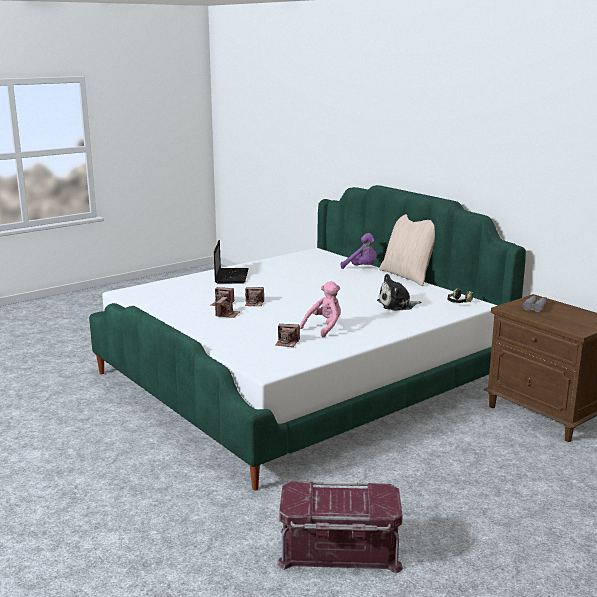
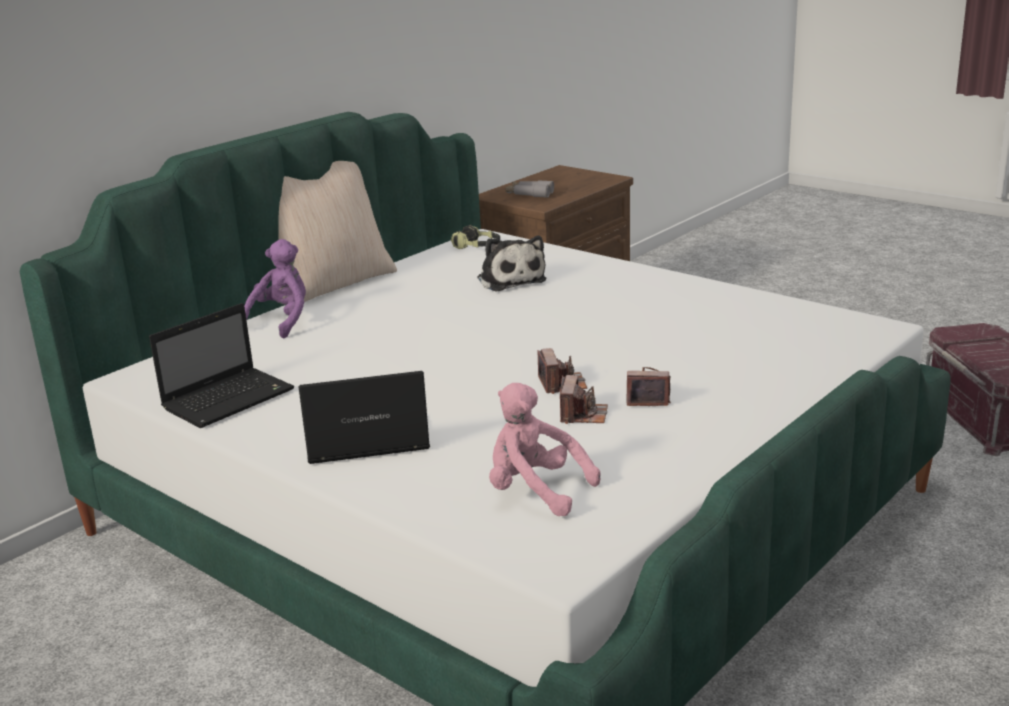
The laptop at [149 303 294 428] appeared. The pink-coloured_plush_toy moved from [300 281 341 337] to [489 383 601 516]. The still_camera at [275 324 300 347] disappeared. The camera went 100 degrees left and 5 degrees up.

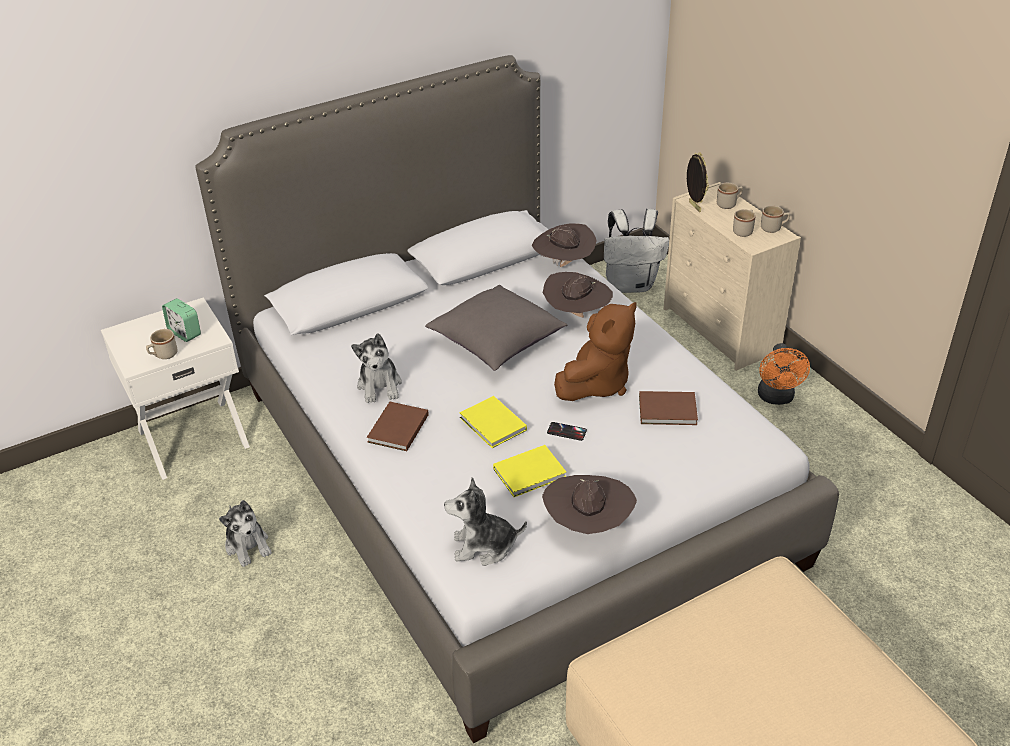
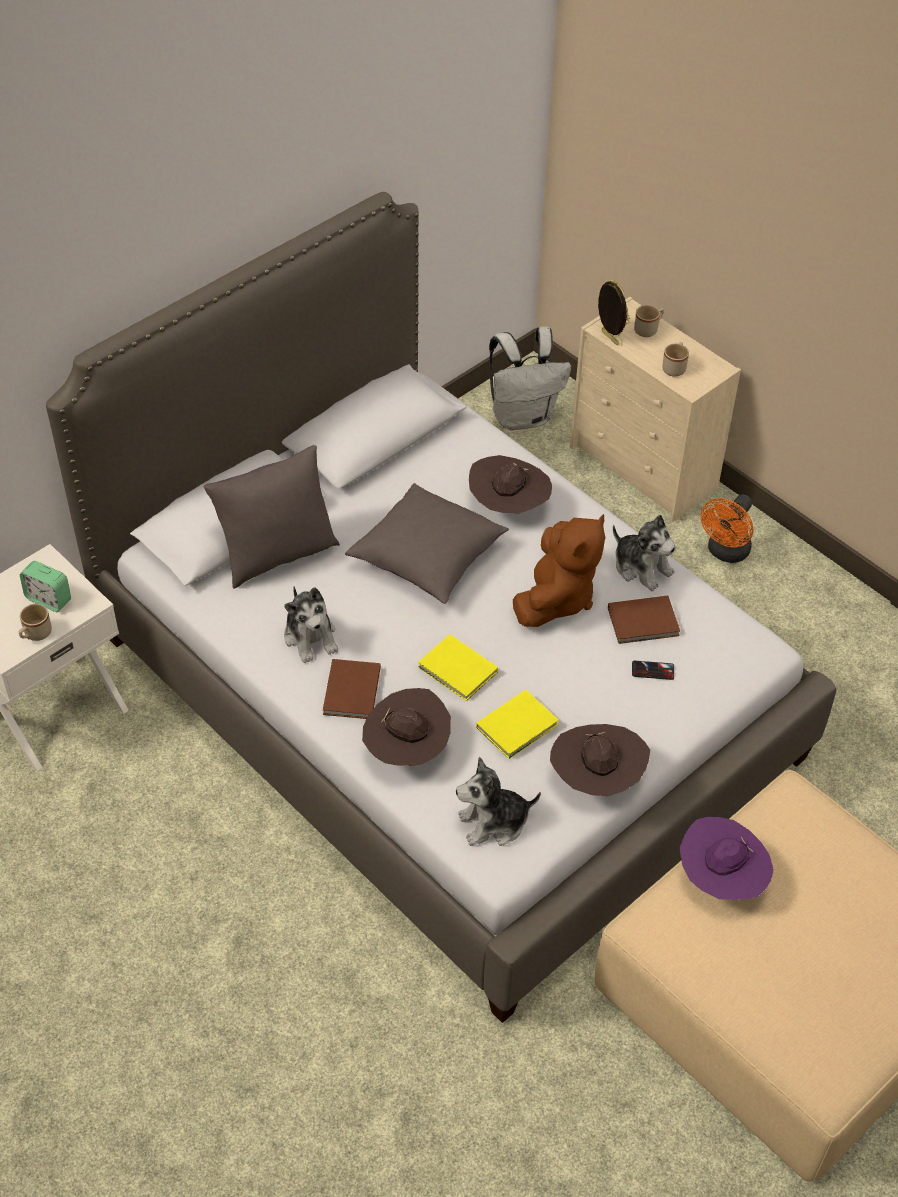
The greyish_pillow at [204 445 340 589] appeared. The brown_hat moved from [532 224 597 267] to [362 688 451 766]. The plush_toy moved from [219 500 272 567] to [613 515 676 591]. The phone moved from [547 422 587 441] to [632 661 674 680]. The purple-coloured_hat at [679 817 774 900] appeared. The orangey_electric_fan at [758 343 810 405] turned 45 degrees clockwise. The sand-coloured_mug at [761 205 790 233] disappeared. The camera went 15 degrees left and 10 degrees up.

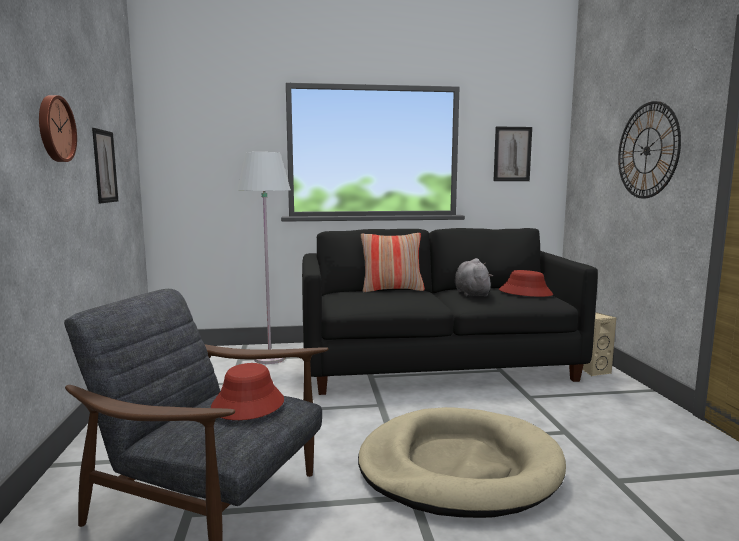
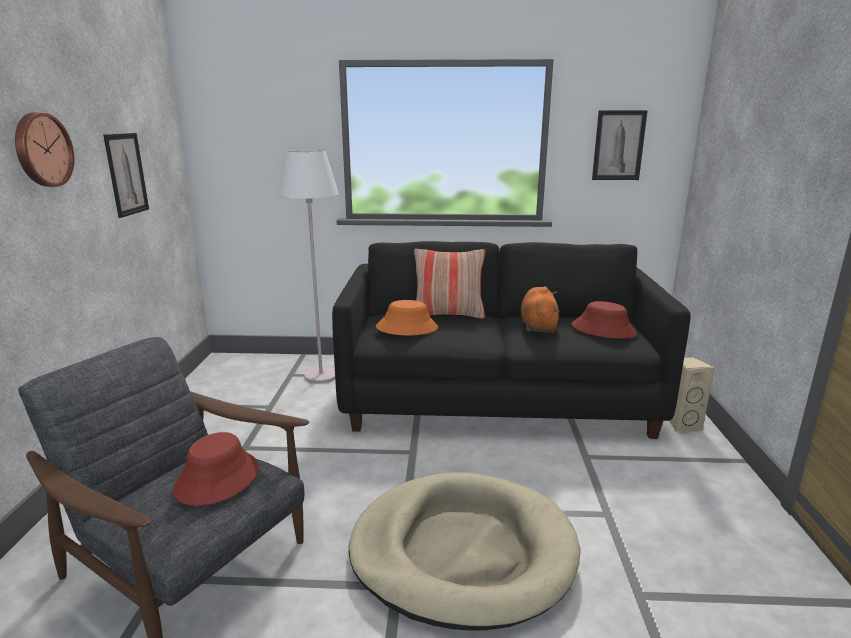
The orangey_hat at [376 300 438 335] appeared. The greyish_plush_toy at [455 258 493 297] became the orangey_plush_toy at [520 287 560 333]. The clock_on_the_wall at [618 101 681 199] disappeared. The camera went 10 degrees right and 10 degrees up.

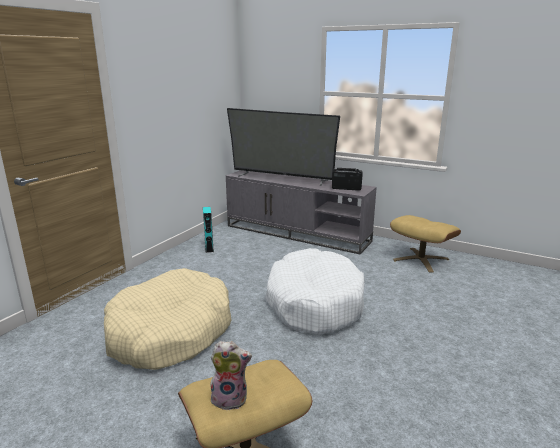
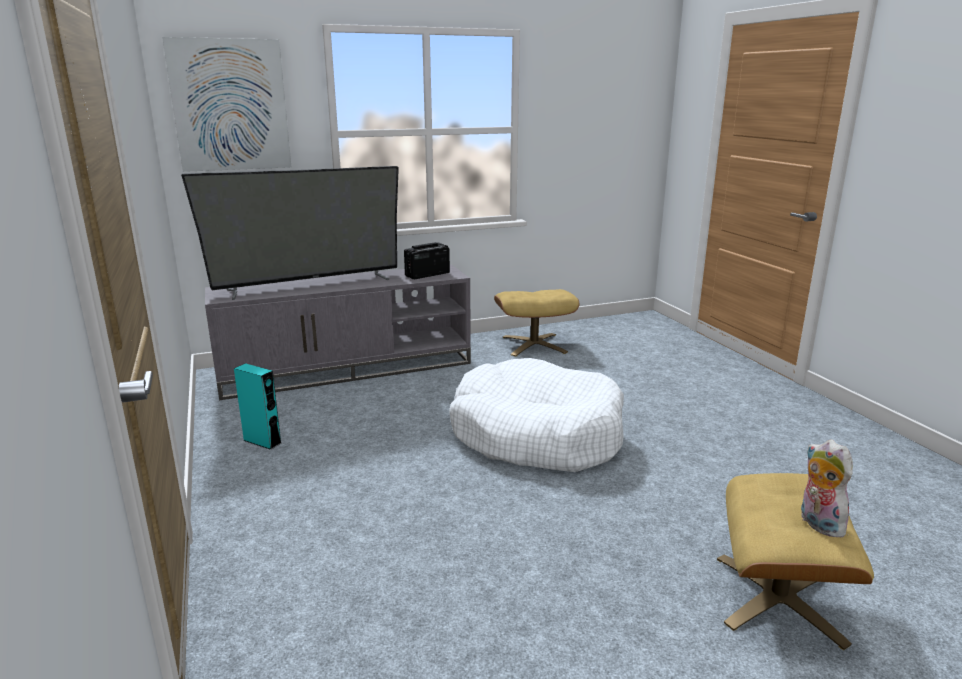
The wall_art at [162 37 291 172] appeared. The plush_toy at [209 341 252 410] turned 60 degrees counterclockwise. The sand-coloured_dog_cushion at [104 268 232 370] disappeared. The camera went 50 degrees left and 0 degrees up.

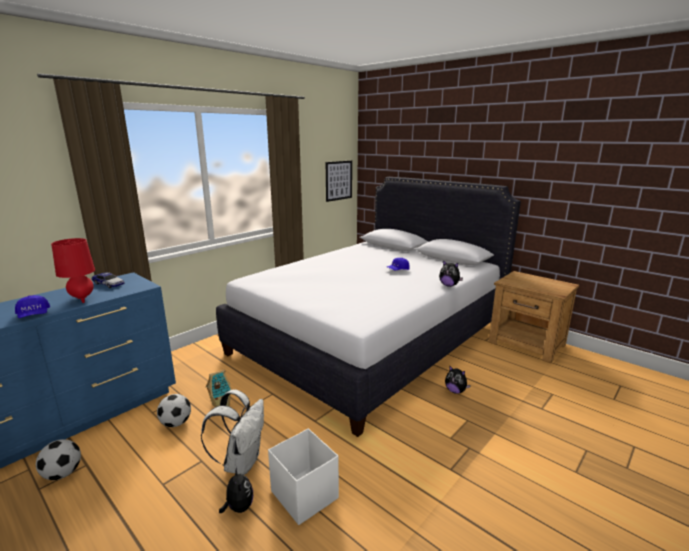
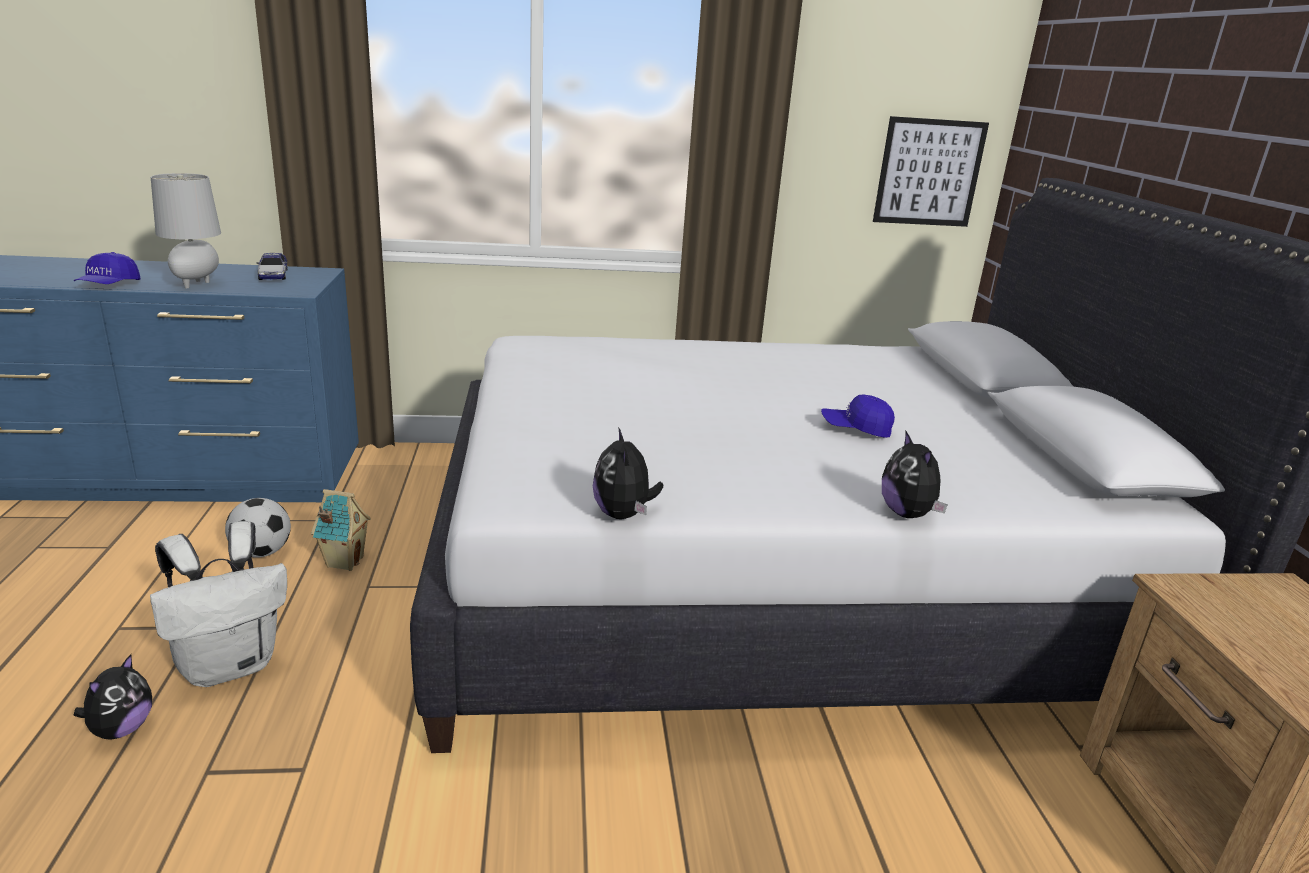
The reddish_table_lamp at [51 238 95 303] became the greyish_table_lamp at [151 173 221 288]. The plush_toy moved from [445 365 471 394] to [593 427 663 519]. The ball_for_football at [36 439 81 480] disappeared. The white_storage_box at [268 428 339 525] disappeared. The camera went 40 degrees right and 5 degrees up.

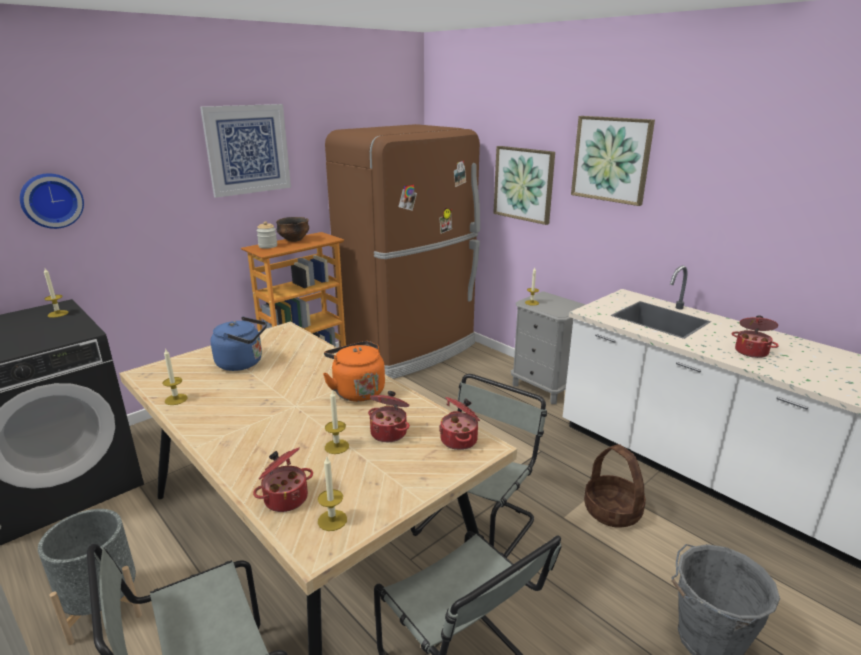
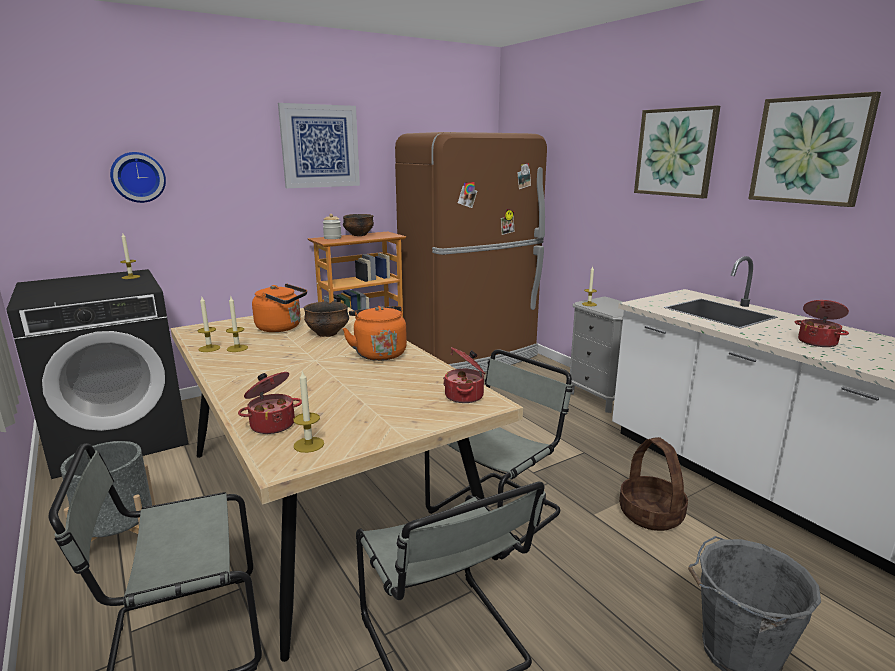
The candle moved from [325 390 349 454] to [226 297 248 352]. The bluish_kettle at [211 317 267 371] became the orangey_kettle at [252 283 307 332]. The serving_bowl at [303 301 349 337] appeared. The wall_art moved from [493 146 555 225] to [748 92 881 207]. The cooking_pot at [368 391 410 442] disappeared. The camera went 10 degrees right and 5 degrees down.

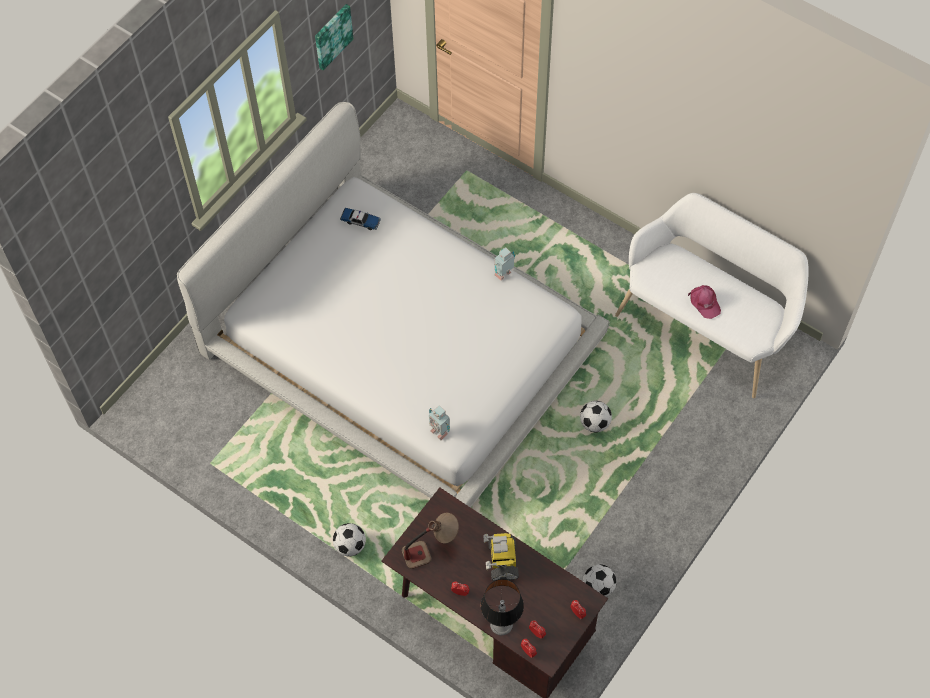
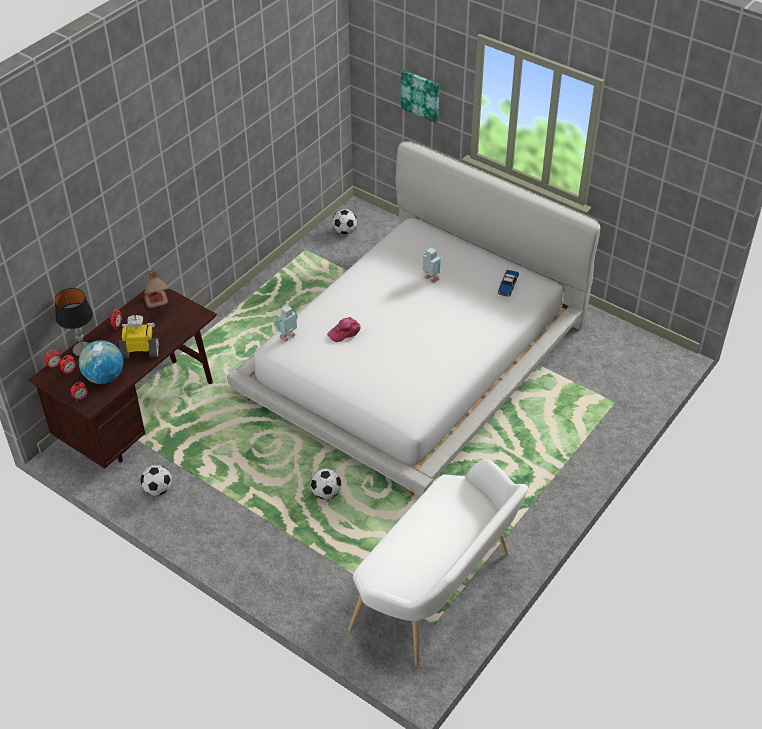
The desk_globe at [79 340 123 384] appeared. The pink-coloured_baseball_cap moved from [688 285 721 319] to [327 317 361 342]. The ball_for_football moved from [333 523 366 556] to [332 209 357 234]. The wall_art moved from [315 4 353 70] to [401 70 439 123]. The model_robot moved from [494 247 515 281] to [423 247 441 283]. The camera went 90 degrees right and 15 degrees down.

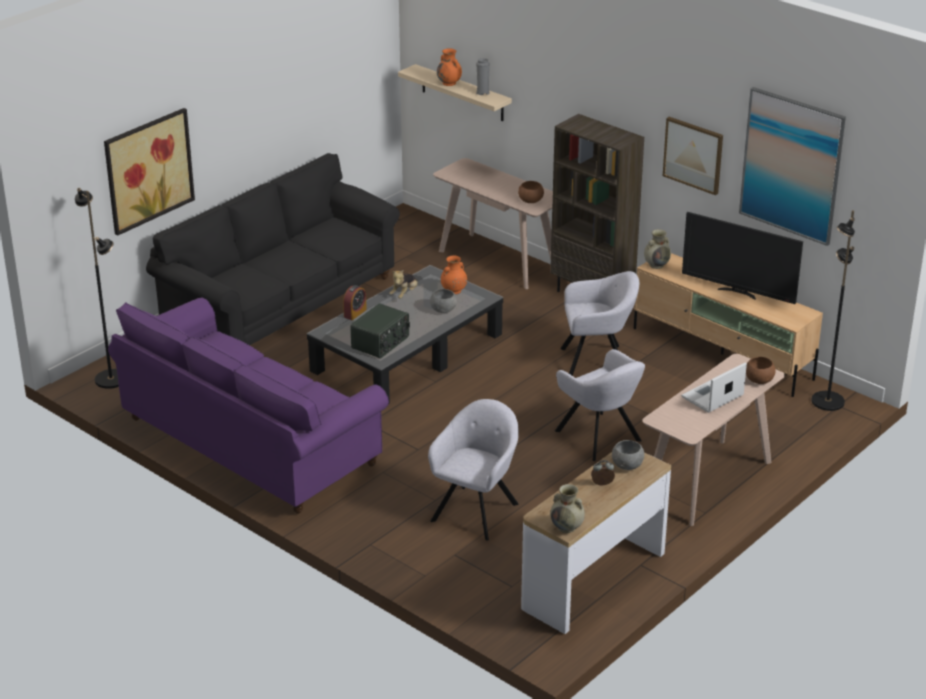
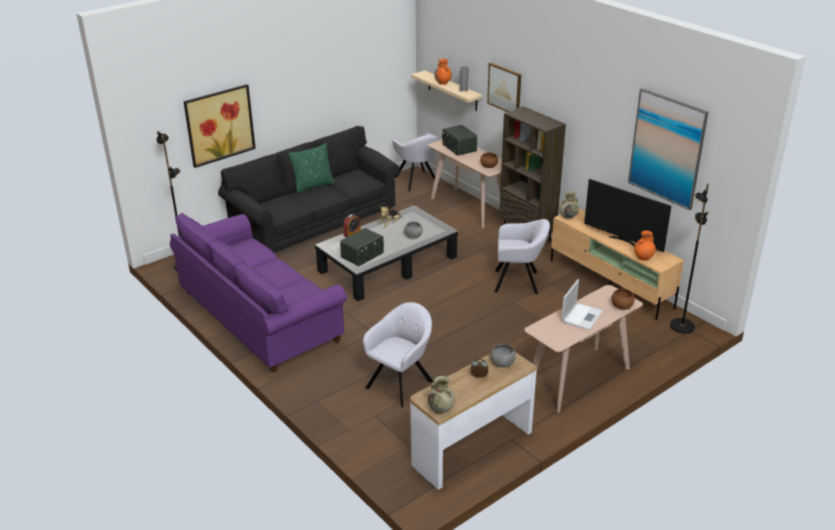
The green_pillow at [288 143 335 193] appeared. The greyish_easy_chair moved from [555 349 645 461] to [392 133 439 192]. The radio at [442 125 477 156] appeared. The wall_art moved from [663 117 723 195] to [487 63 521 112]. The laptop at [681 363 747 413] turned 150 degrees clockwise. The orangey_flower_vase moved from [441 255 467 294] to [634 231 656 261]. The camera went 10 degrees right and 0 degrees up.

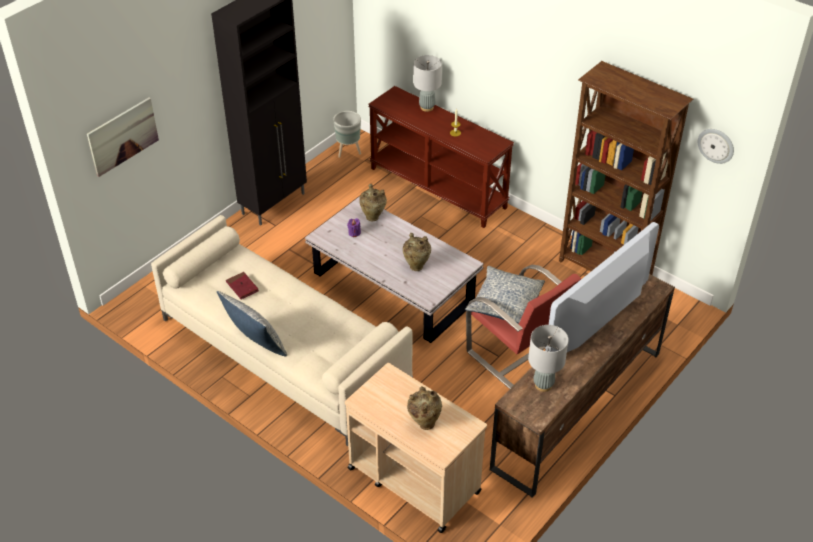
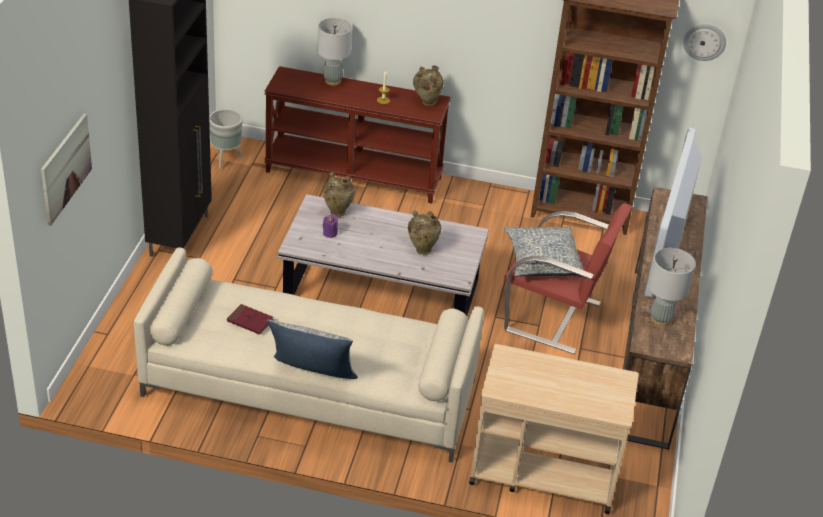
The sand-coloured_flower_vase moved from [407 386 442 430] to [413 66 444 106]. The camera went 30 degrees left and 5 degrees down.

